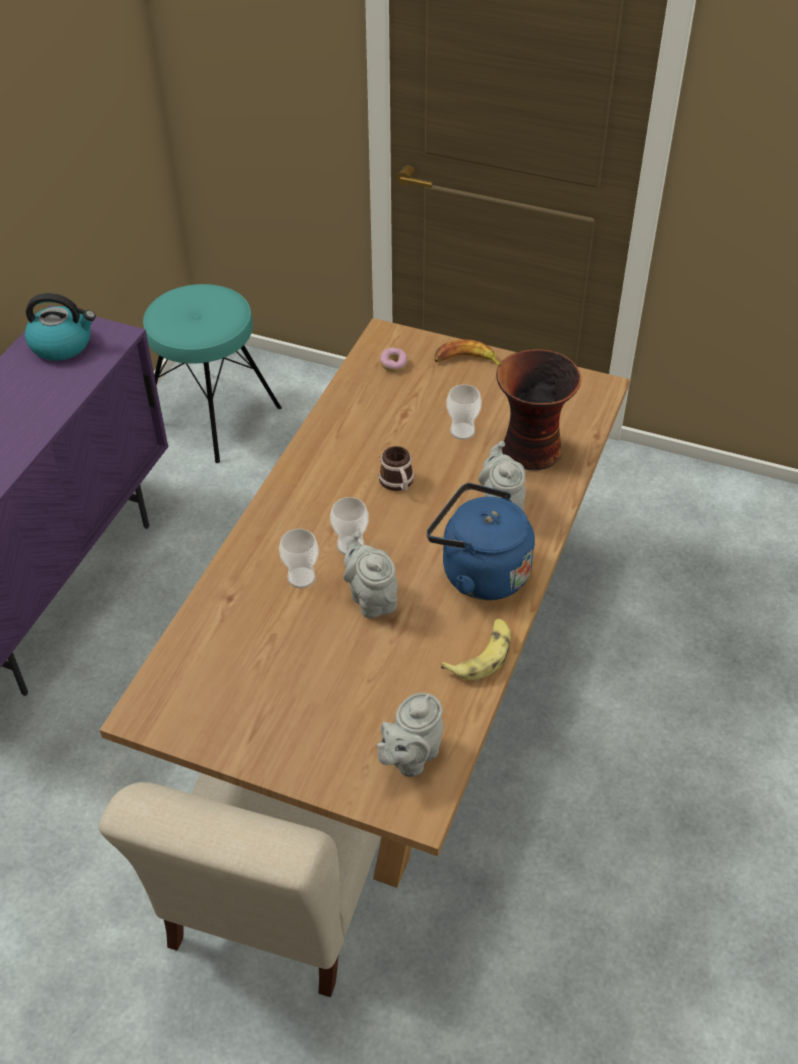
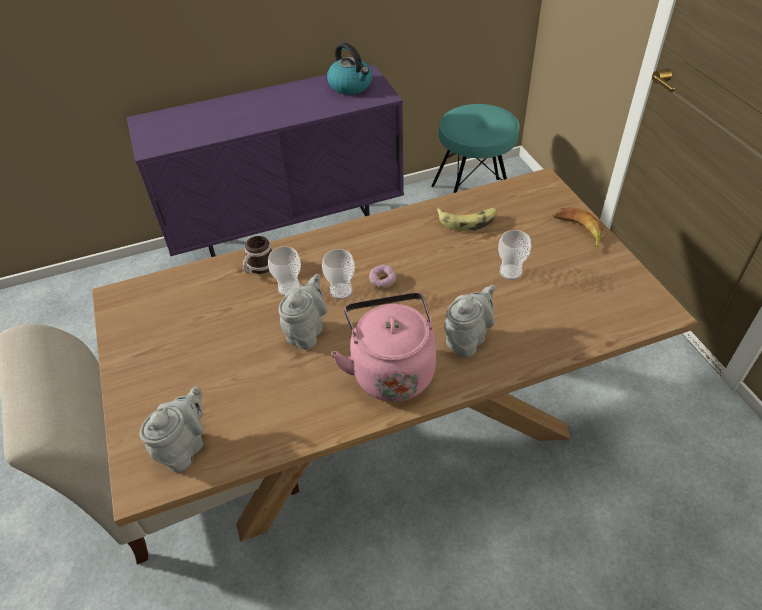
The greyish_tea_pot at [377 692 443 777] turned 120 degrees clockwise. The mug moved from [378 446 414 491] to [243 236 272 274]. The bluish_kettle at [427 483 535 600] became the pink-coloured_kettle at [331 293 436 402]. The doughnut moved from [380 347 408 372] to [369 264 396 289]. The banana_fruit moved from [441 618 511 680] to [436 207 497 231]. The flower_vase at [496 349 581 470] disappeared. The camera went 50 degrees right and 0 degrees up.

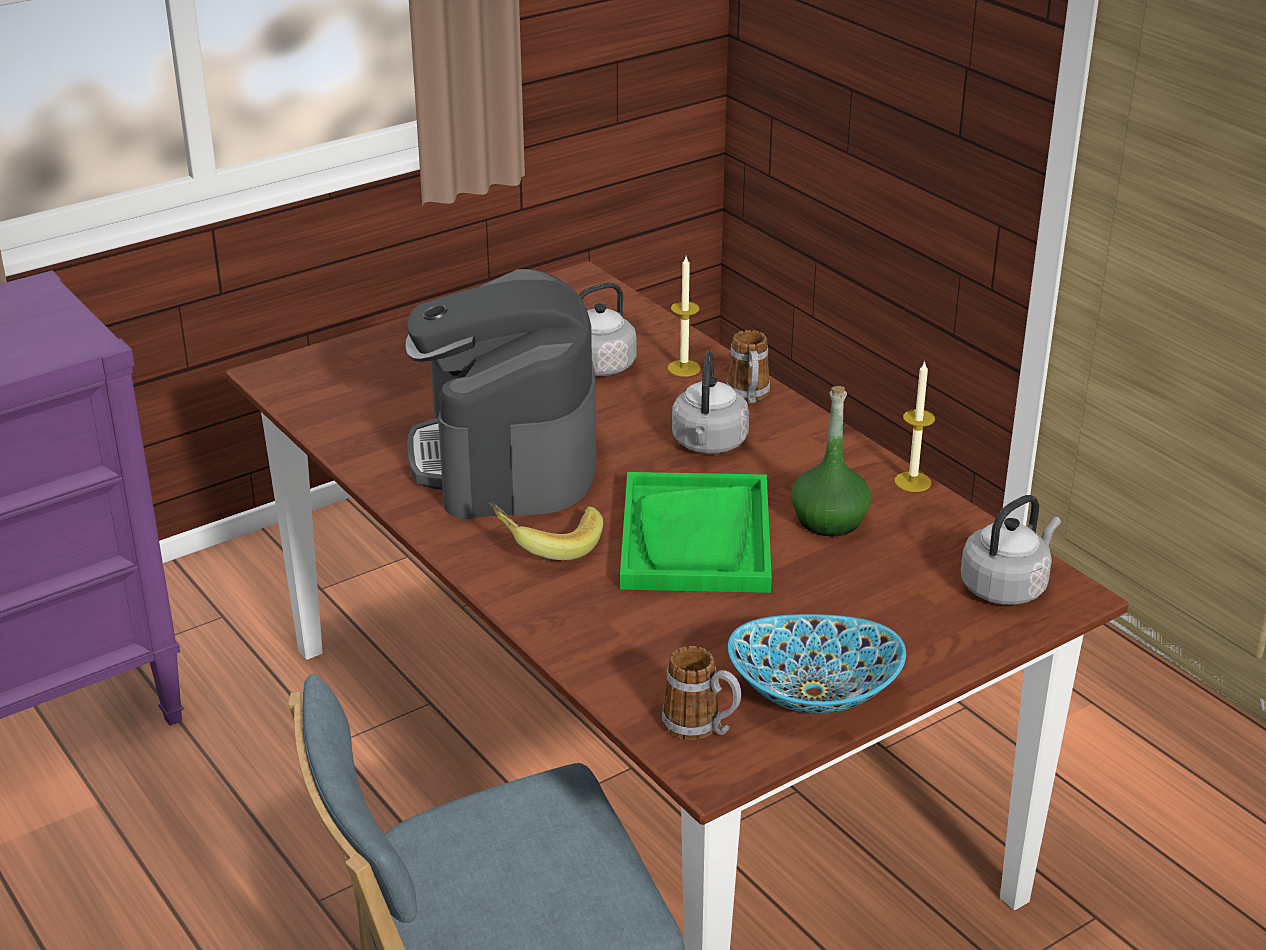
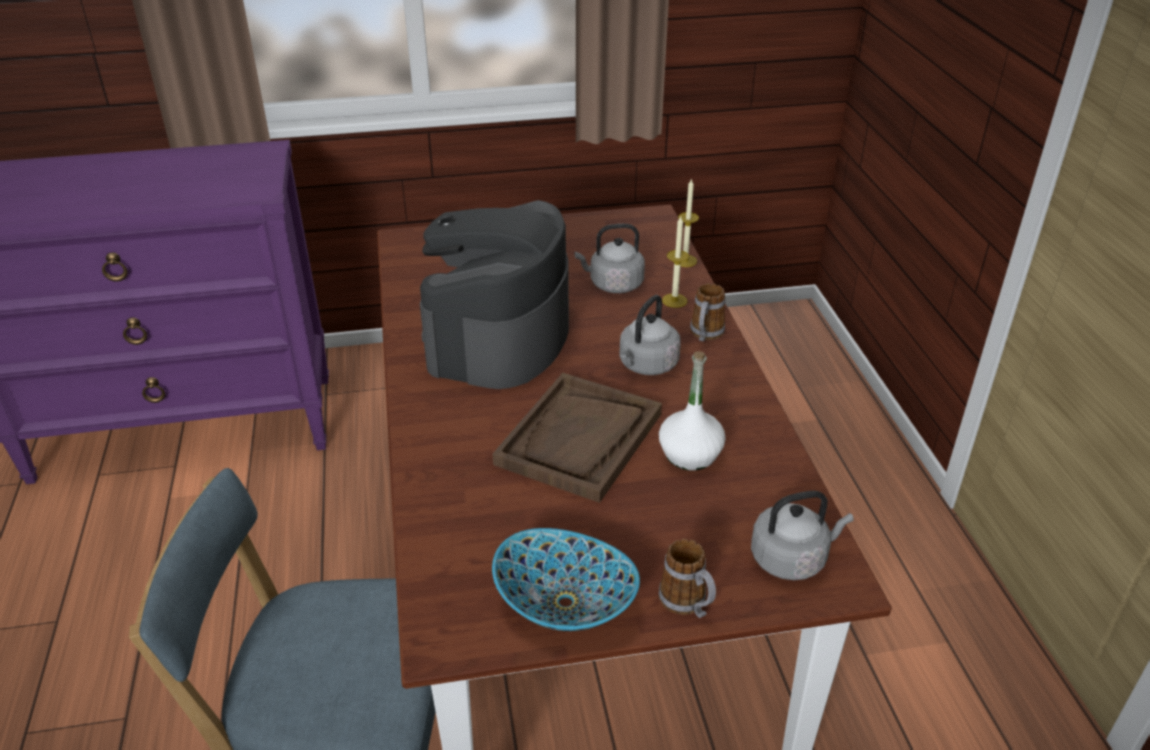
The green_serving_tray at [620 472 772 593] became the brown_serving_tray at [493 373 662 503]. The green_bottle at [791 386 871 537] became the white_bottle at [659 351 726 471]. The mug moved from [662 646 741 740] to [659 539 716 618]. The candle moved from [895 361 935 492] to [673 178 699 267]. The banana_fruit at [489 502 603 560] disappeared. The camera went 25 degrees right and 5 degrees up.

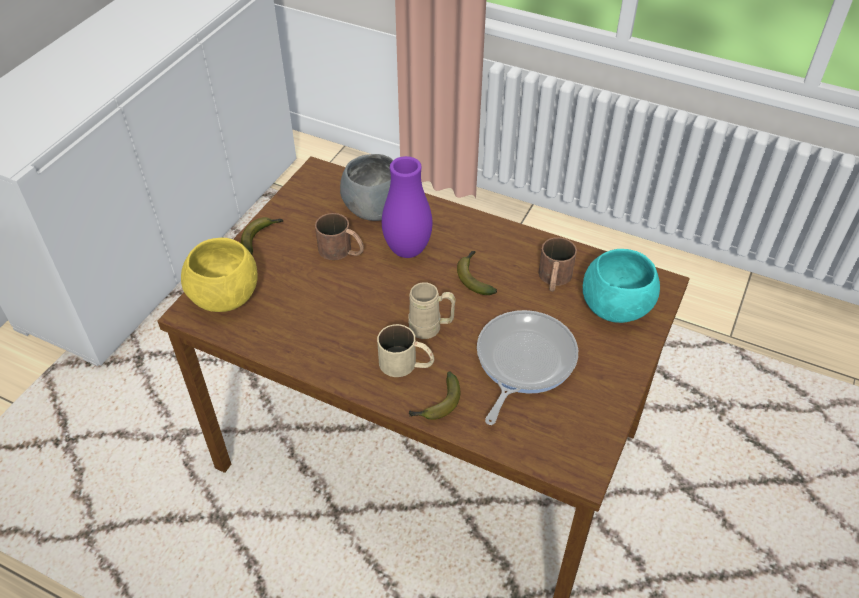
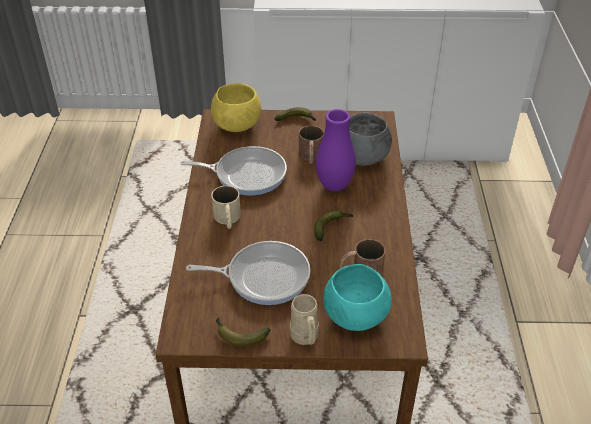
The frying_pan at [180 146 287 195] appeared. The banana_fruit moved from [409 372 460 420] to [216 317 270 346]. The sand-coloured_mug moved from [408 282 456 339] to [290 294 319 345]. The camera went 65 degrees right and 5 degrees down.

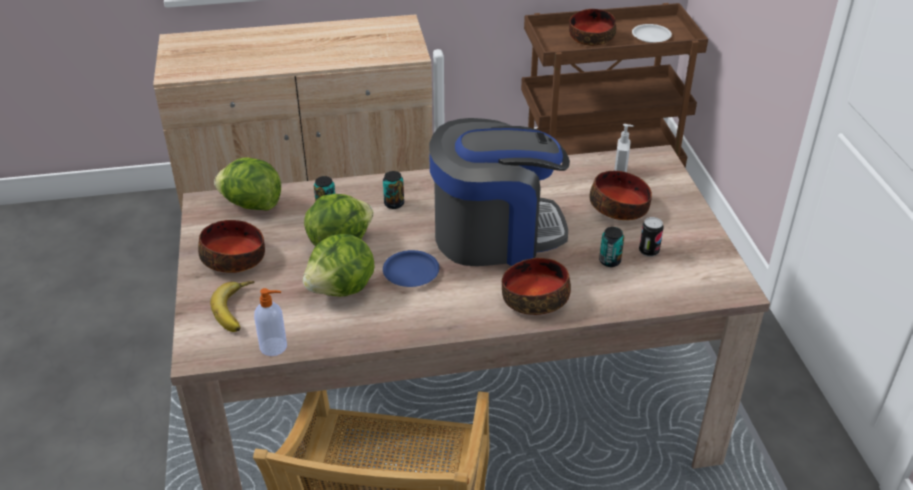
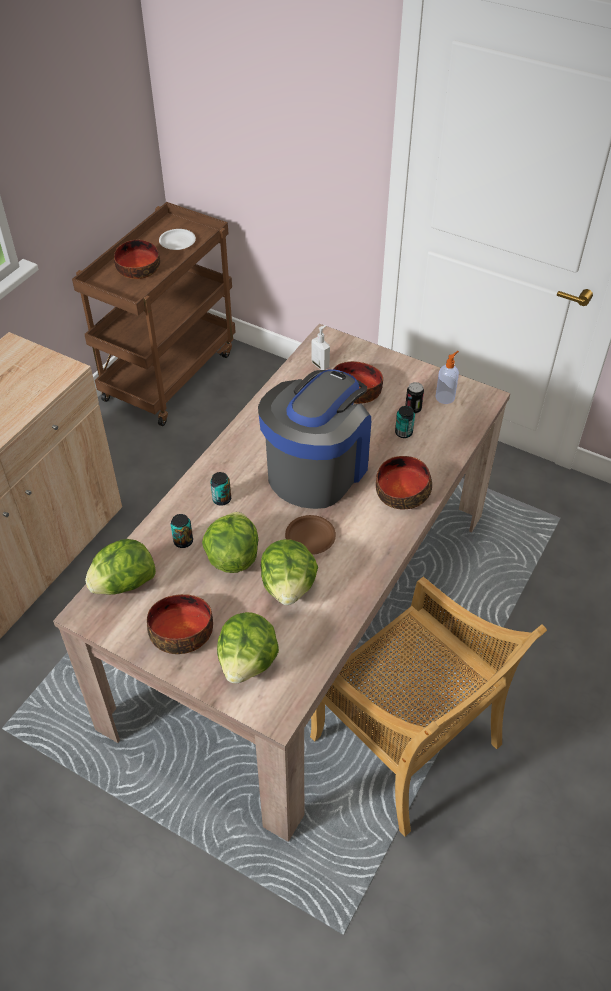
The banana_fruit at [210 281 254 332] was replaced by the lettuce_head at [217 612 279 684]. The bluish_dinner_plate at [383 250 439 287] became the brown_dinner_plate at [285 515 336 555]. The soap_dispenser moved from [254 288 287 356] to [436 351 459 404]. The camera went 50 degrees left and 10 degrees up.

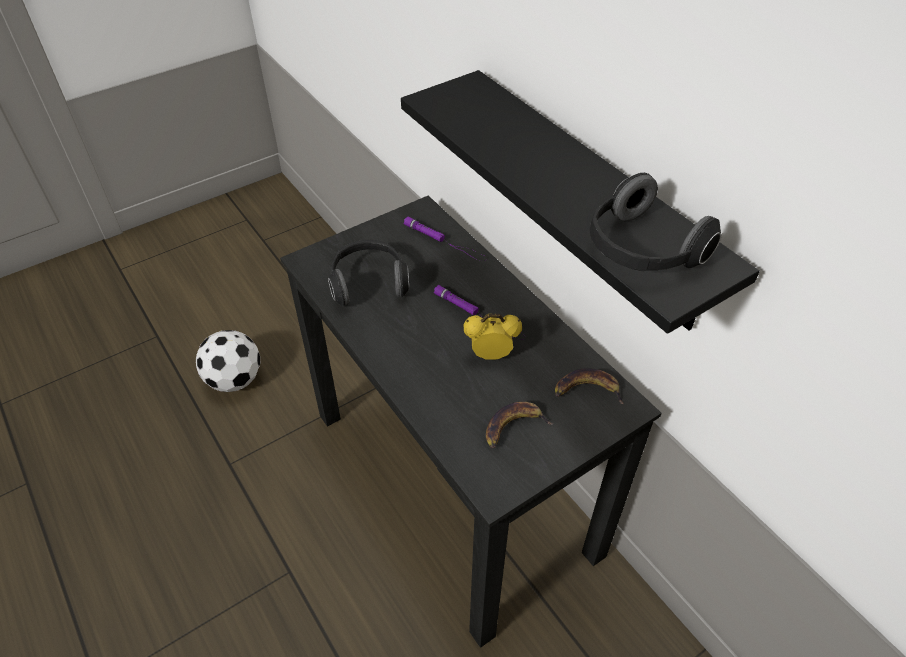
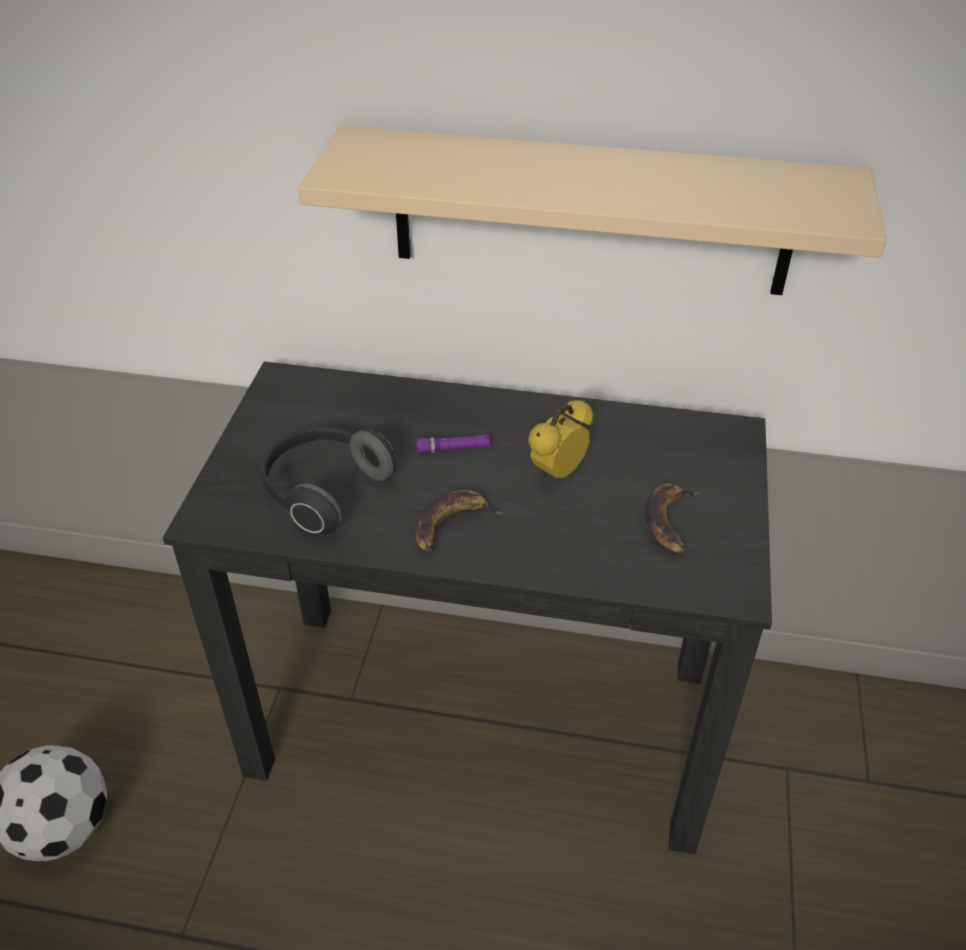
The blackish_bracket_shelf at [401 70 760 334] became the sand-coloured_bracket_shelf at [298 125 887 295]. The banana_fruit moved from [555 368 624 404] to [416 490 504 553]. The purple-coloured_torch at [403 216 487 261] disappeared. The headset at [590 173 722 272] disappeared. The camera went 45 degrees left and 5 degrees down.

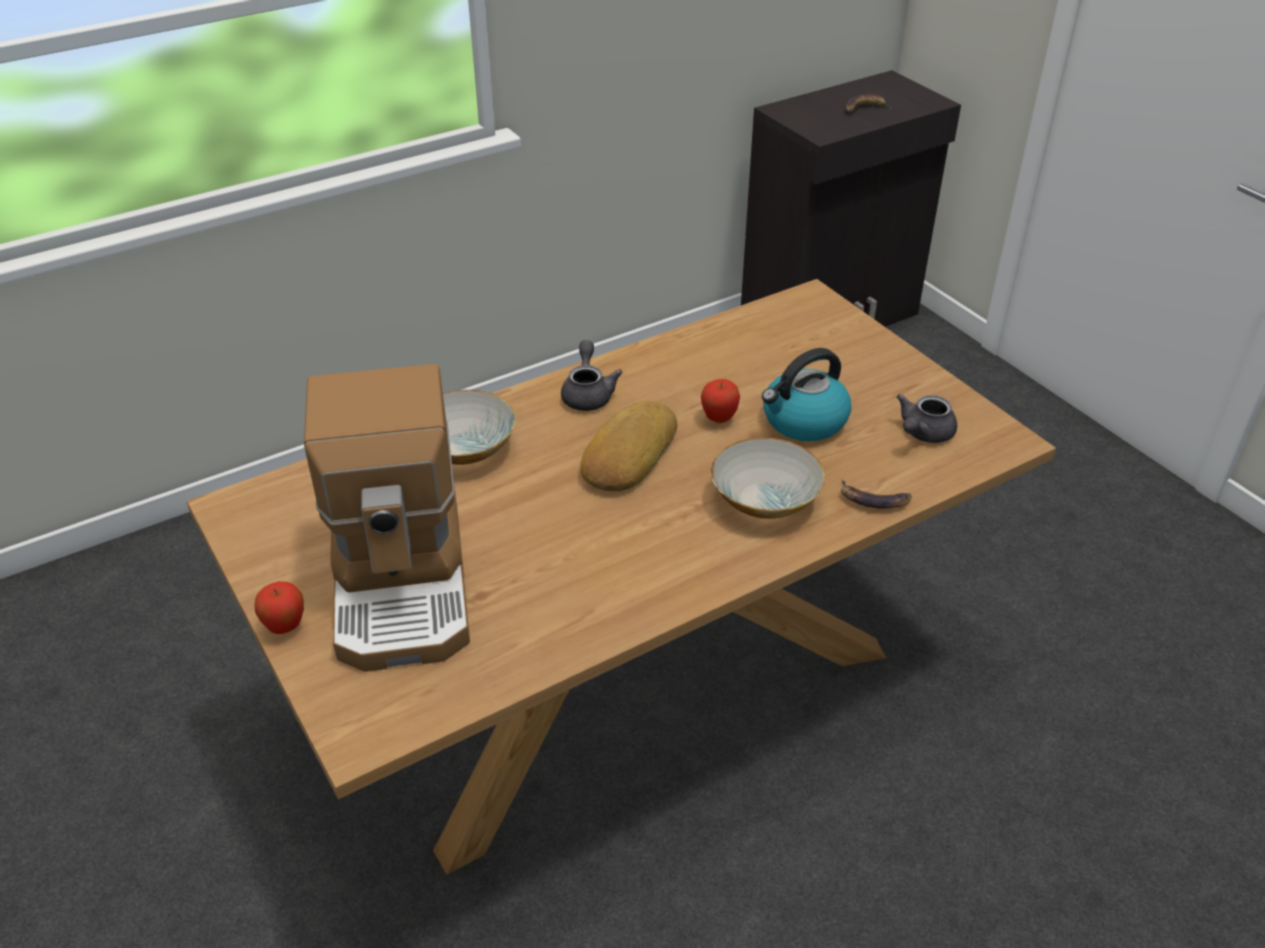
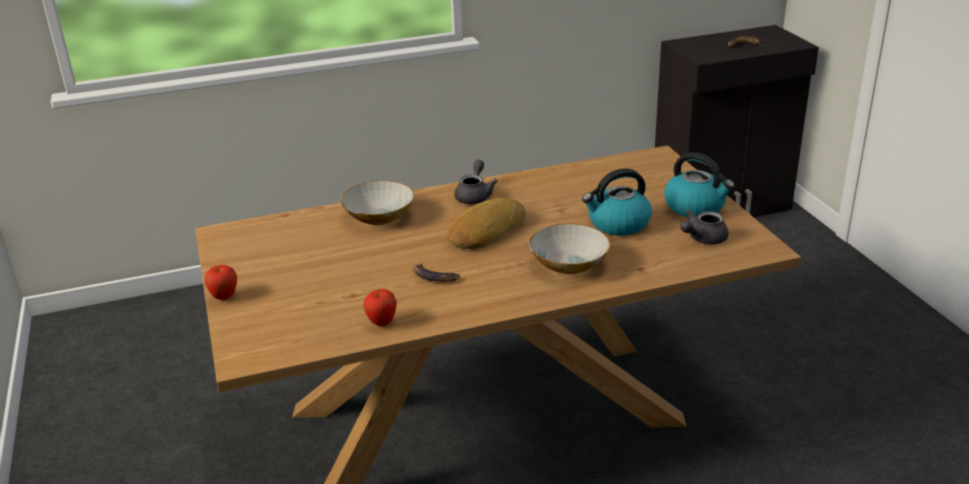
The whole_apple moved from [701 379 740 423] to [363 289 397 326]. The banana_fruit moved from [841 479 912 509] to [413 263 460 282]. The kettle at [664 152 735 217] appeared. The coffee_machine at [304 364 470 672] disappeared. The camera went 15 degrees right and 10 degrees down.

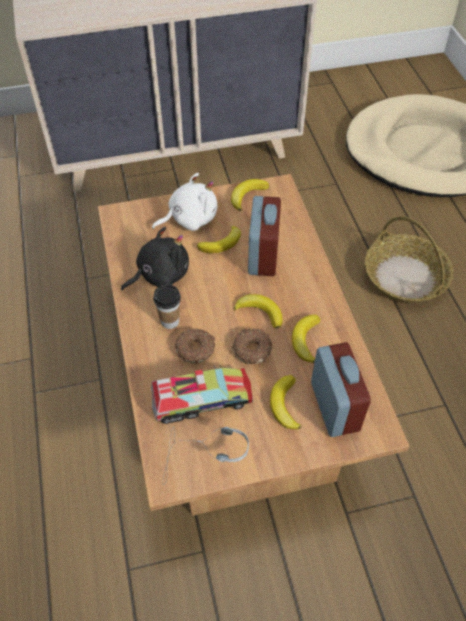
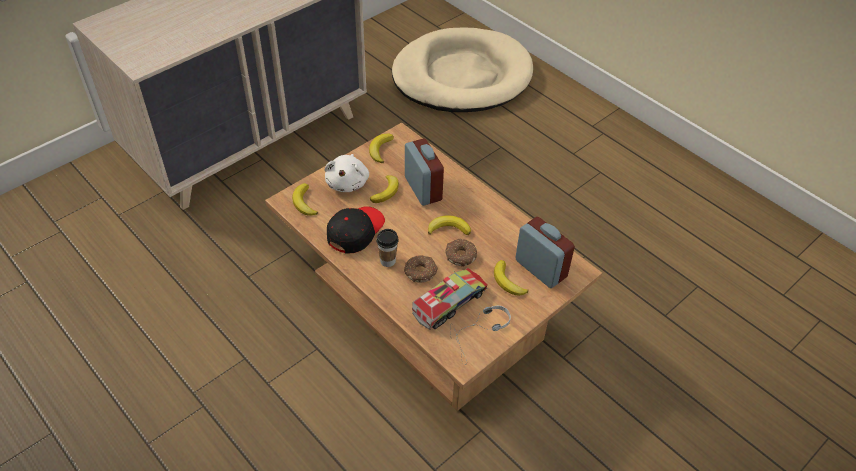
The banana_fruit moved from [292 315 321 363] to [292 183 318 216]. The white_plush_toy at [152 173 217 231] turned 150 degrees clockwise. The blackish_plush_toy at [121 227 189 291] was replaced by the blackish_baseball_cap at [327 206 385 254]. The household_basket at [365 216 453 304] disappeared. The camera went 30 degrees left and 5 degrees down.

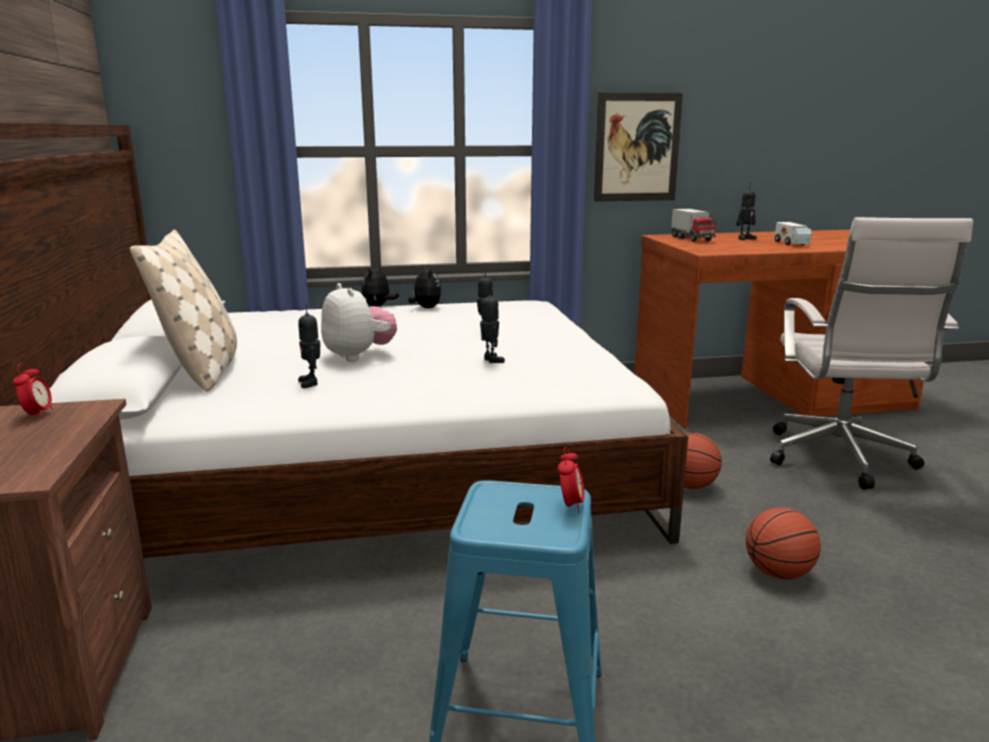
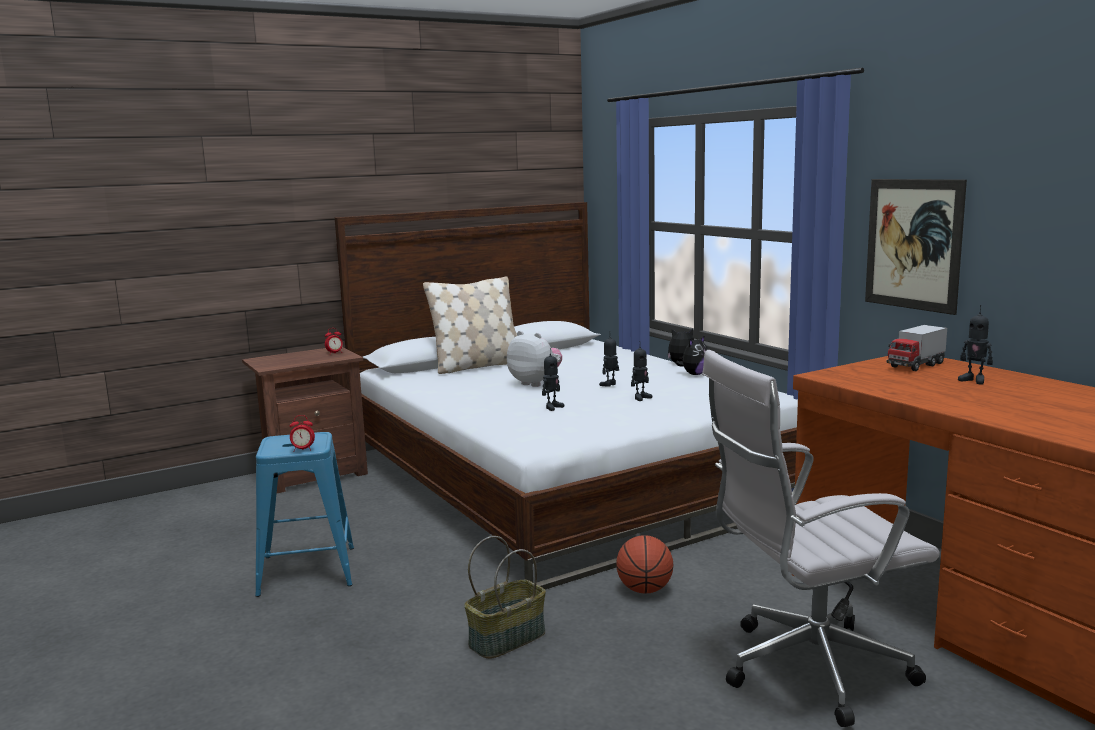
The ball_for_basketball at [746 508 821 580] was replaced by the household_basket at [464 536 546 659]. The plush_toy at [321 283 397 362] turned 90 degrees counterclockwise. The model_robot moved from [298 304 320 388] to [599 331 619 387]. The toy_truck at [775 222 812 245] disappeared. The camera went 70 degrees right and 5 degrees down.

